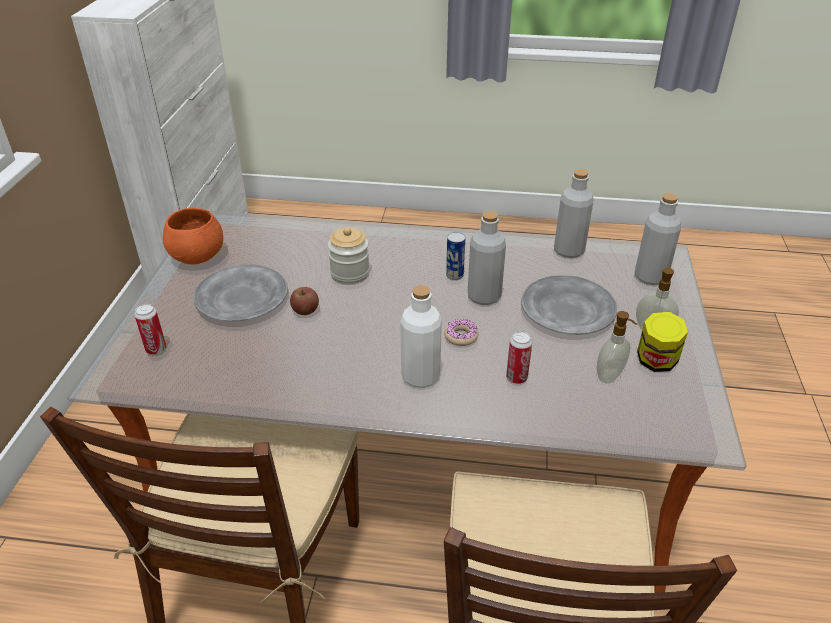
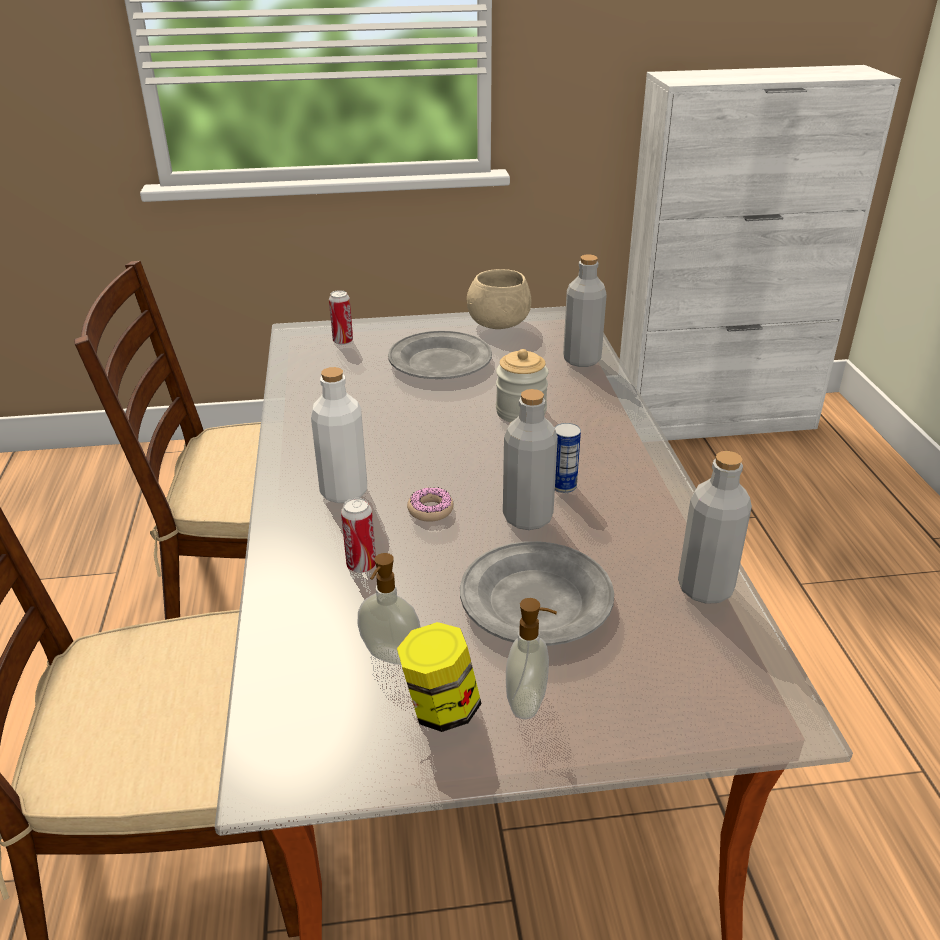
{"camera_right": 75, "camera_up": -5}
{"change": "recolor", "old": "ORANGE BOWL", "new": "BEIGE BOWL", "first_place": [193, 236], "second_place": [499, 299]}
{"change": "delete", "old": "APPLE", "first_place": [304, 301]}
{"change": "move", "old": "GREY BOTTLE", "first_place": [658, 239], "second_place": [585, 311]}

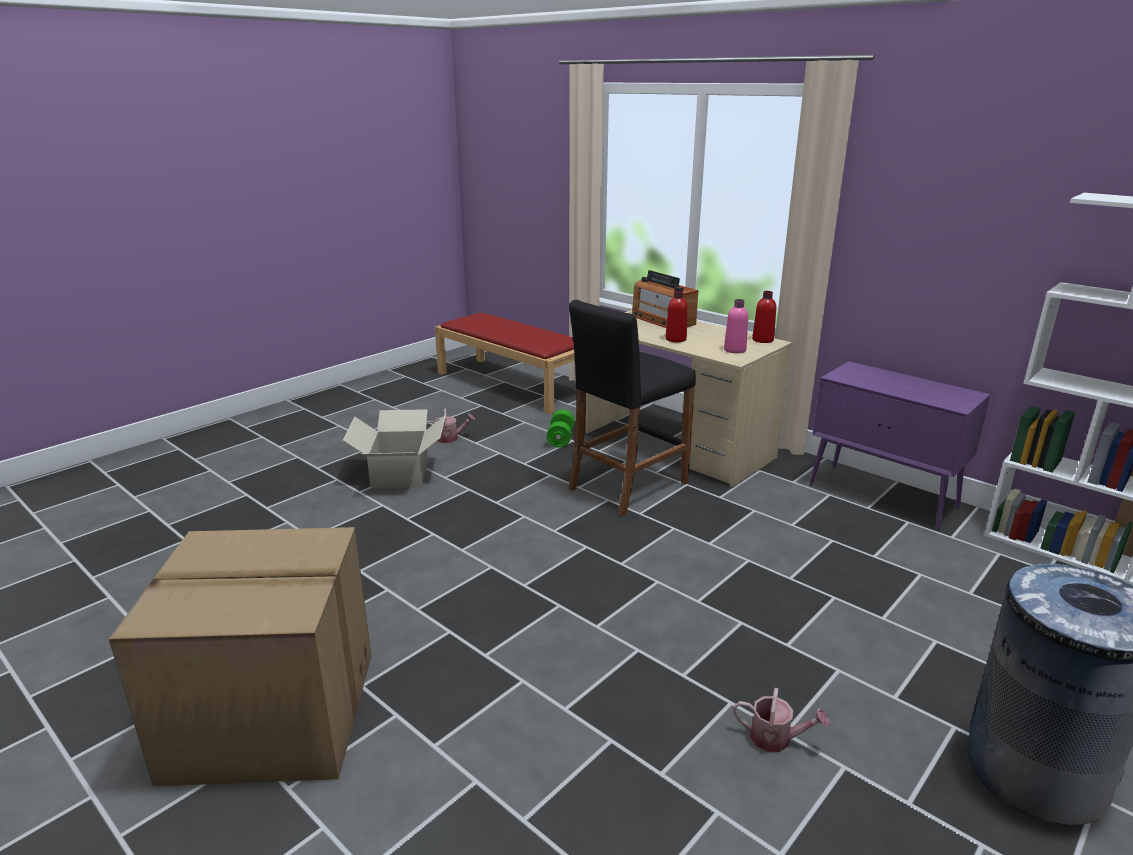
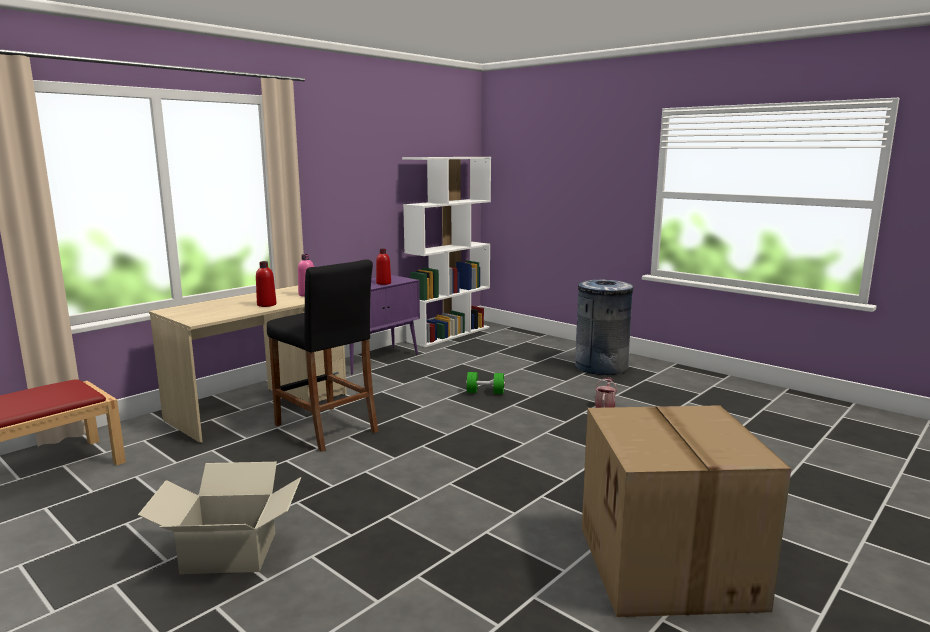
{"camera_right": -90, "camera_up": -10}
{"change": "delete", "old": "WATERING CAN", "first_place": [450, 425]}
{"change": "move", "old": "GREEN DUMBBELL", "first_place": [561, 428], "second_place": [485, 383]}
{"change": "delete", "old": "RADIO", "first_place": [665, 299]}
{"change": "move", "old": "RED BOTTLE", "first_place": [764, 317], "second_place": [383, 267]}

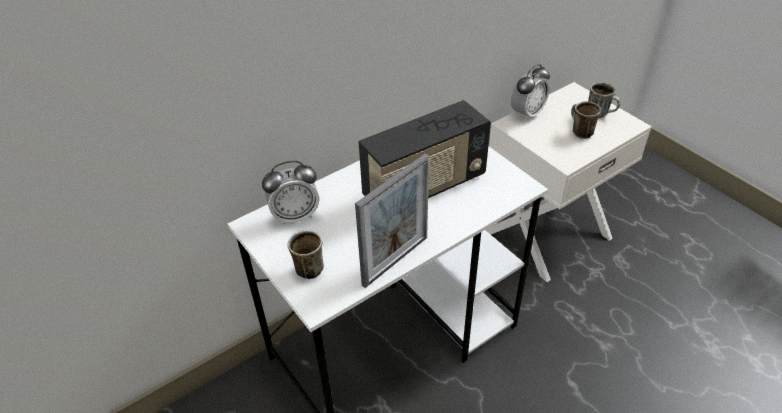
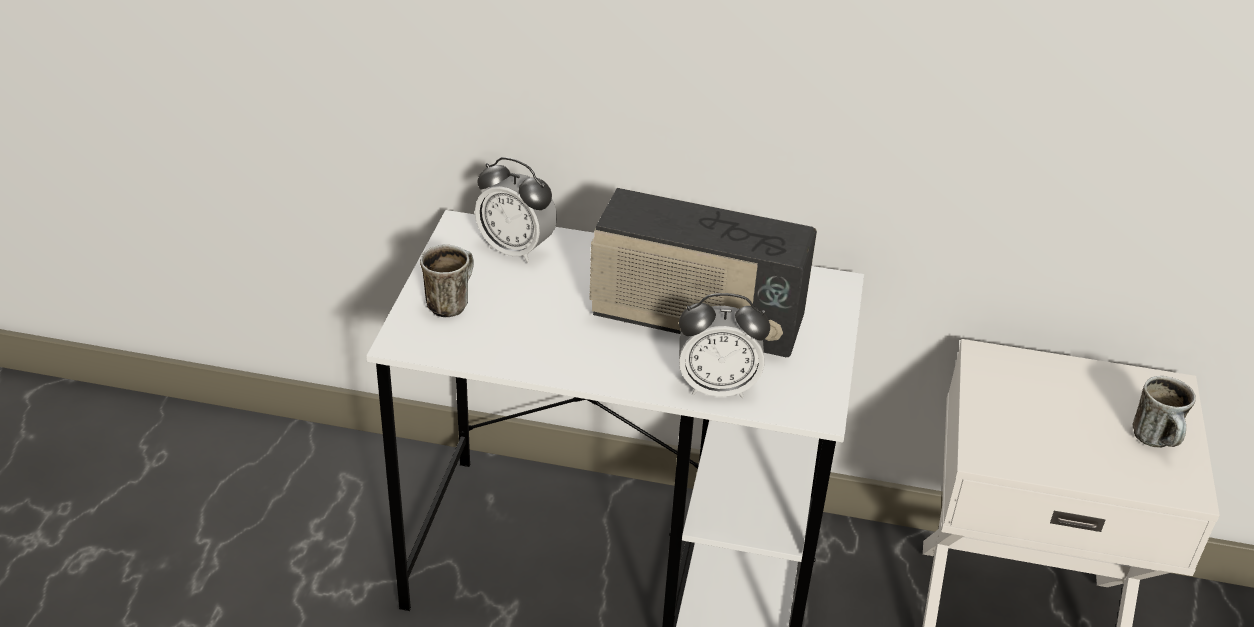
{"camera_right": 45, "camera_up": -5}
{"change": "delete", "old": "PICTURE FRAME", "first_place": [392, 221]}
{"change": "move", "old": "ALARM CLOCK", "first_place": [530, 93], "second_place": [724, 345]}
{"change": "delete", "old": "MUG", "first_place": [586, 120]}

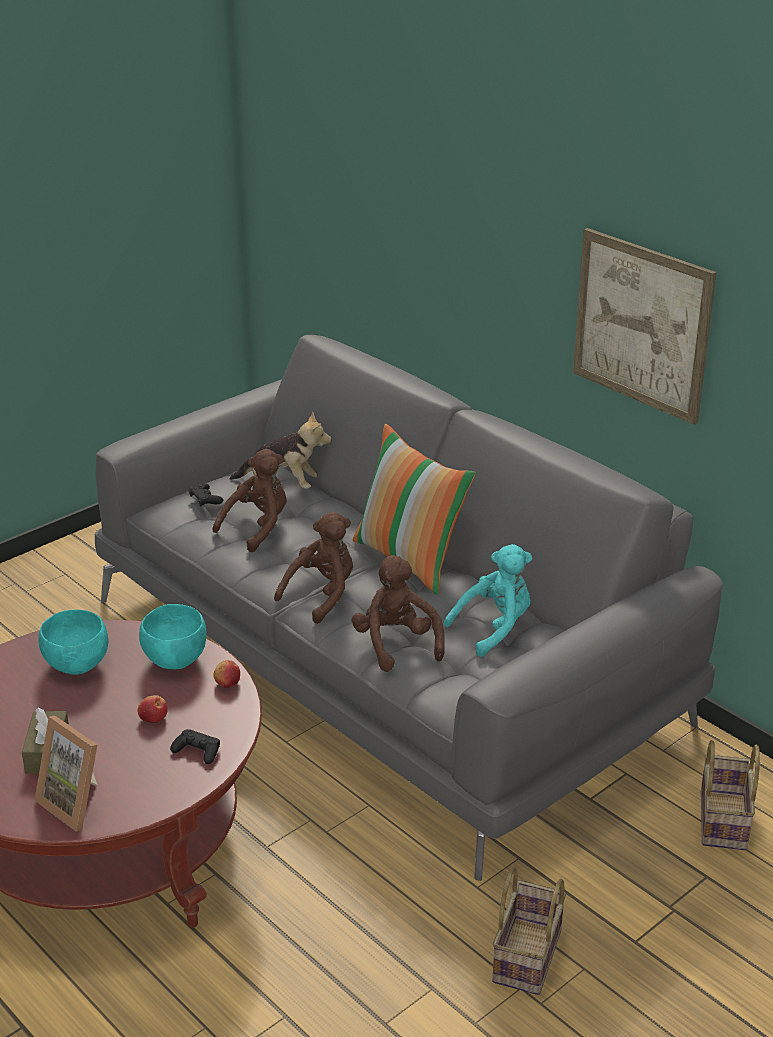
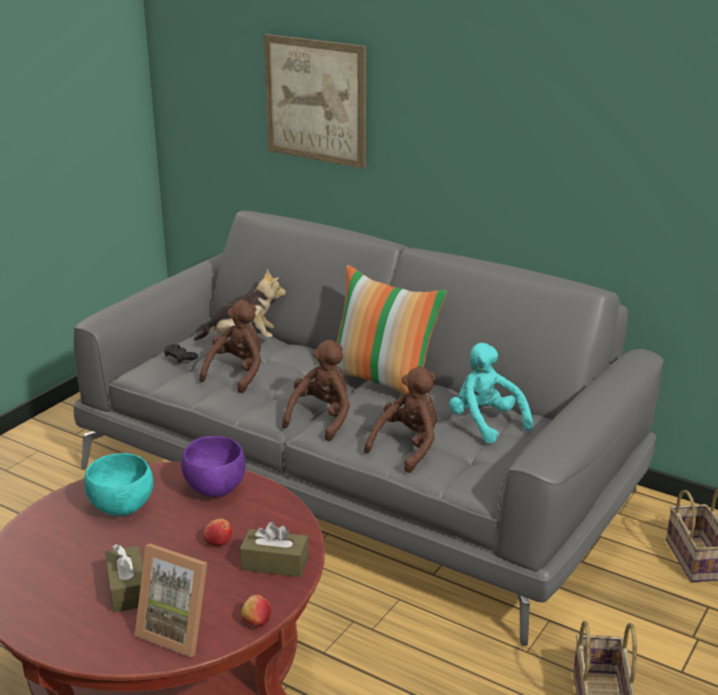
{"camera_right": -15, "camera_up": -5}
{"change": "recolor", "old": "TURQUOISE BOWL", "new": "PURPLE BOWL", "first_place": [173, 636], "second_place": [213, 466]}
{"change": "replace", "old": "BLACK GAME CONTROLLER", "new": "BROWN TISSUE BOX", "first_place": [195, 746], "second_place": [274, 549]}
{"change": "move", "old": "APPLE", "first_place": [226, 674], "second_place": [256, 611]}
{"change": "rotate", "old": "BROWN PLUSH TOY", "first_place": [398, 613], "second_place": [400, 419], "degrees": 75}
{"change": "rotate", "old": "TURQUOISE PLUSH TOY", "first_place": [488, 600], "second_place": [491, 393], "degrees": -75}
{"change": "move", "old": "PICTURE", "first_place": [645, 326], "second_place": [314, 101]}

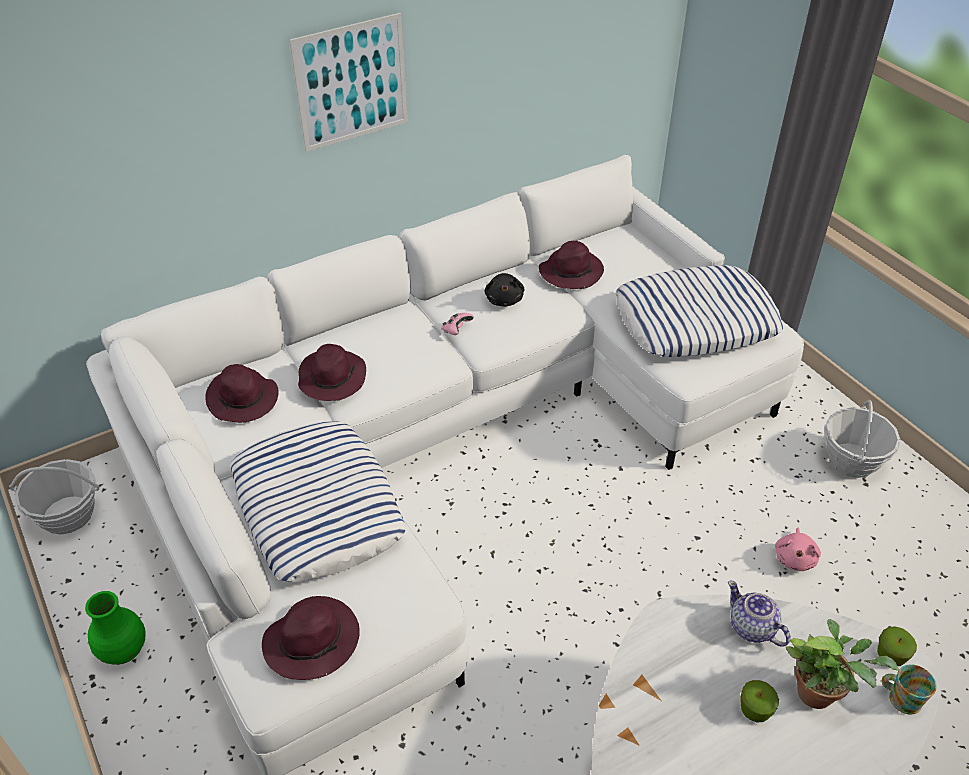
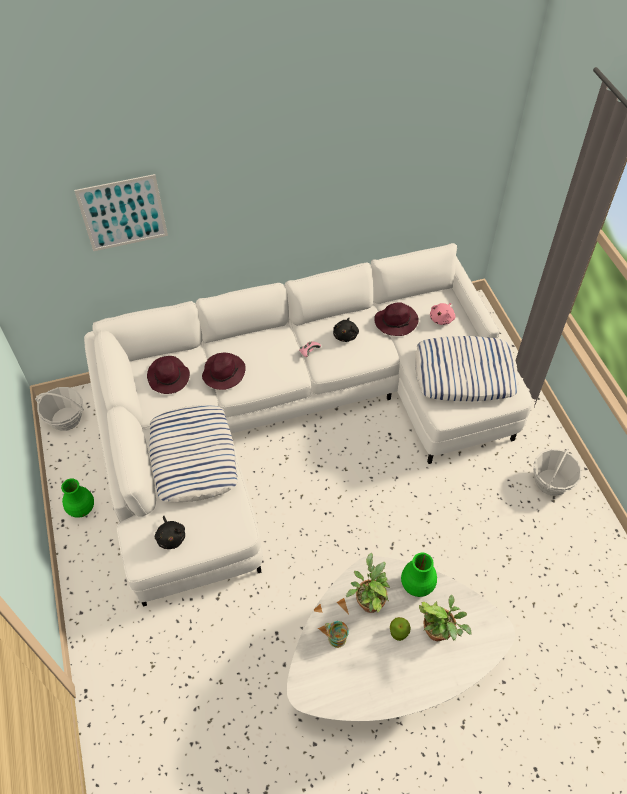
{"camera_right": 15, "camera_up": 10}
{"change": "replace", "old": "PURPLE HAT", "new": "BLACK PLUSH TOY", "first_place": [311, 638], "second_place": [170, 532]}
{"change": "move", "old": "PICTURE", "first_place": [349, 82], "second_place": [121, 212]}
{"change": "replace", "old": "TEAPOT", "new": "GREEN VASE", "first_place": [759, 613], "second_place": [419, 575]}
{"change": "move", "old": "PINK PLUSH TOY", "first_place": [798, 549], "second_place": [443, 314]}
{"change": "delete", "old": "APPLE", "first_place": [897, 646]}
{"change": "move", "old": "MUG", "first_place": [909, 689], "second_place": [337, 634]}
{"change": "insert", "new": "POTTED PLANT", "second_place": [368, 583]}

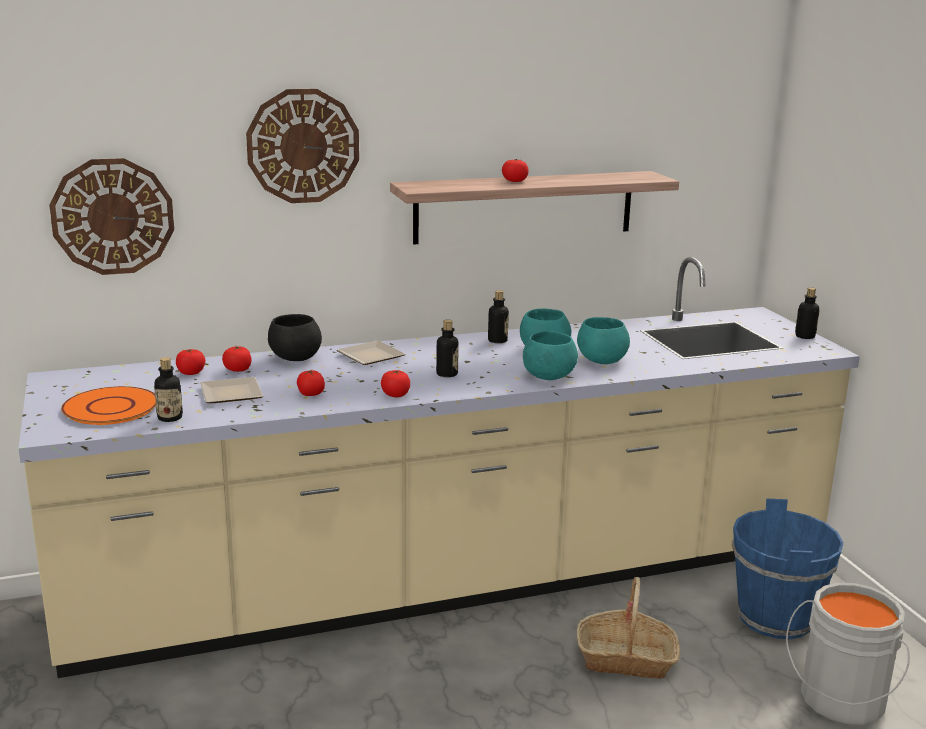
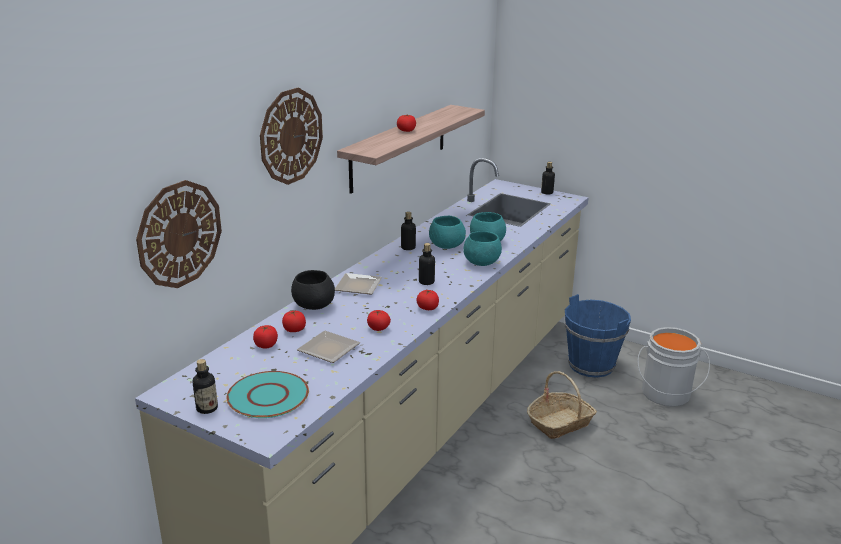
{"camera_right": -40, "camera_up": 5}
{"change": "recolor", "old": "ORANGE PLATE", "new": "TURQUOISE PLATE", "first_place": [108, 405], "second_place": [268, 394]}
{"change": "move", "old": "BOTTLE", "first_place": [168, 389], "second_place": [205, 386]}

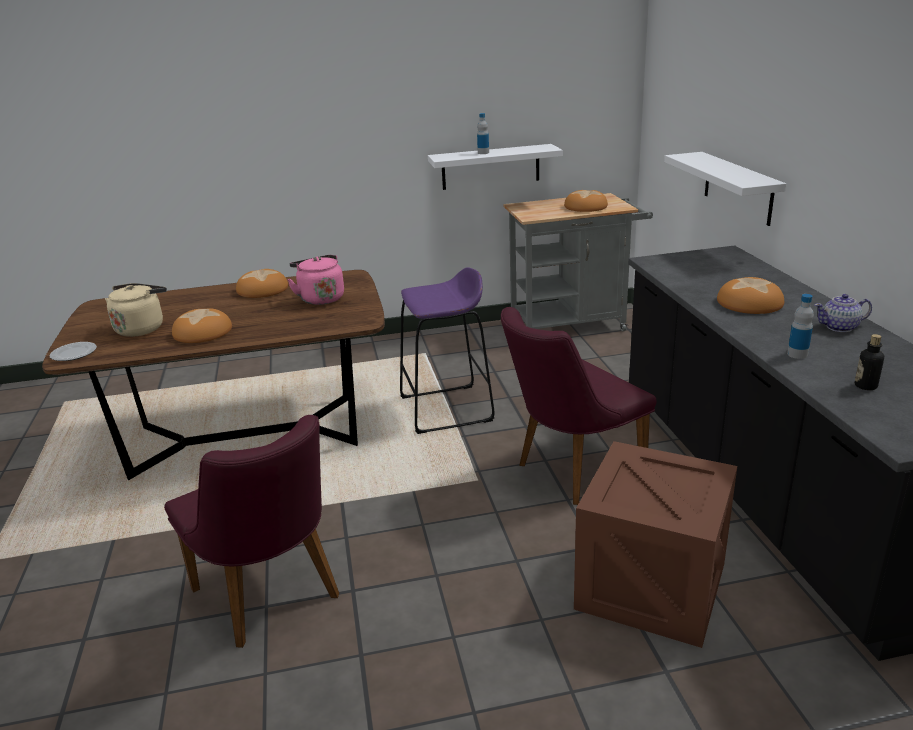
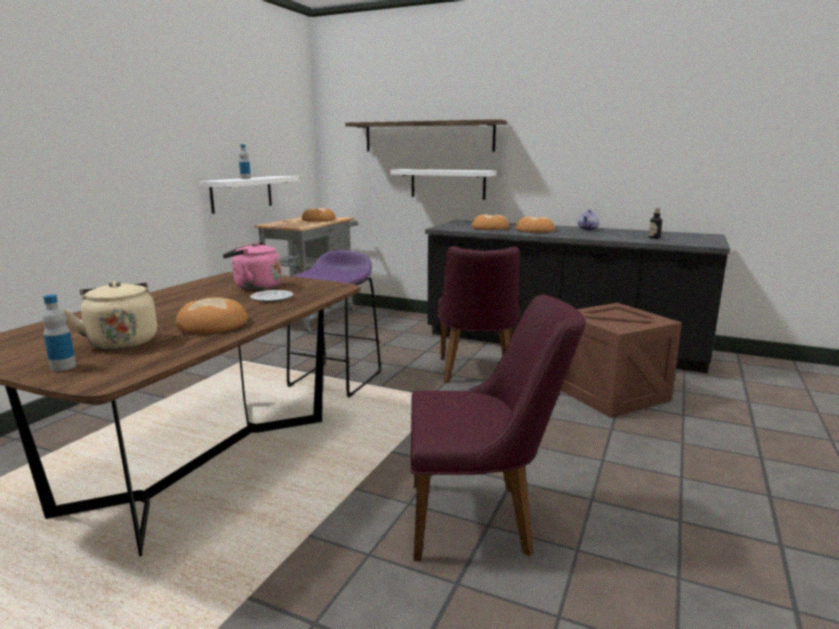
{"camera_right": -55, "camera_up": -10}
{"change": "move", "old": "PLATE", "first_place": [73, 351], "second_place": [271, 296]}
{"change": "move", "old": "BREAD", "first_place": [262, 283], "second_place": [490, 222]}
{"change": "move", "old": "BOTTLE", "first_place": [800, 326], "second_place": [59, 332]}
{"change": "insert", "new": "SHELF", "second_place": [426, 135]}

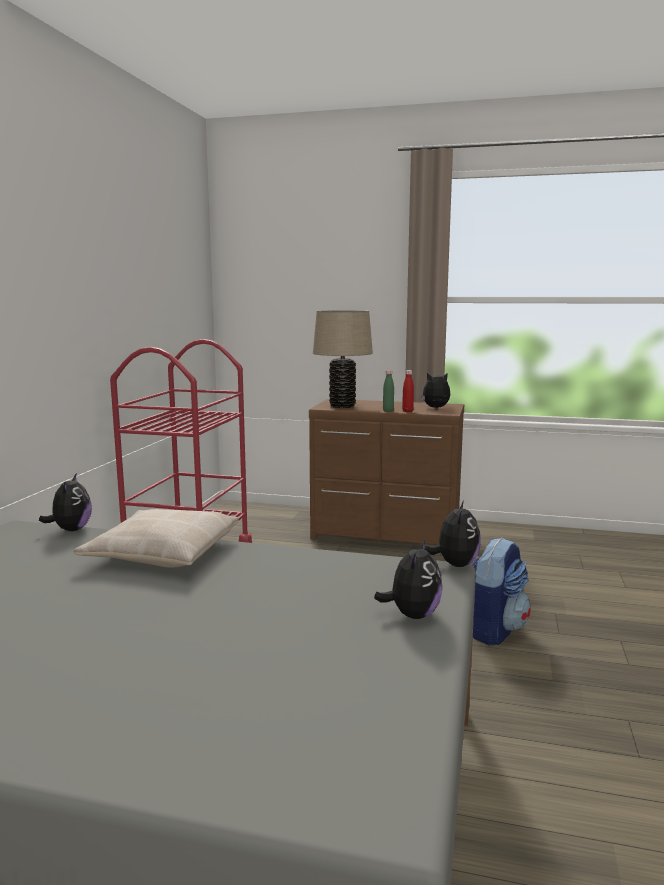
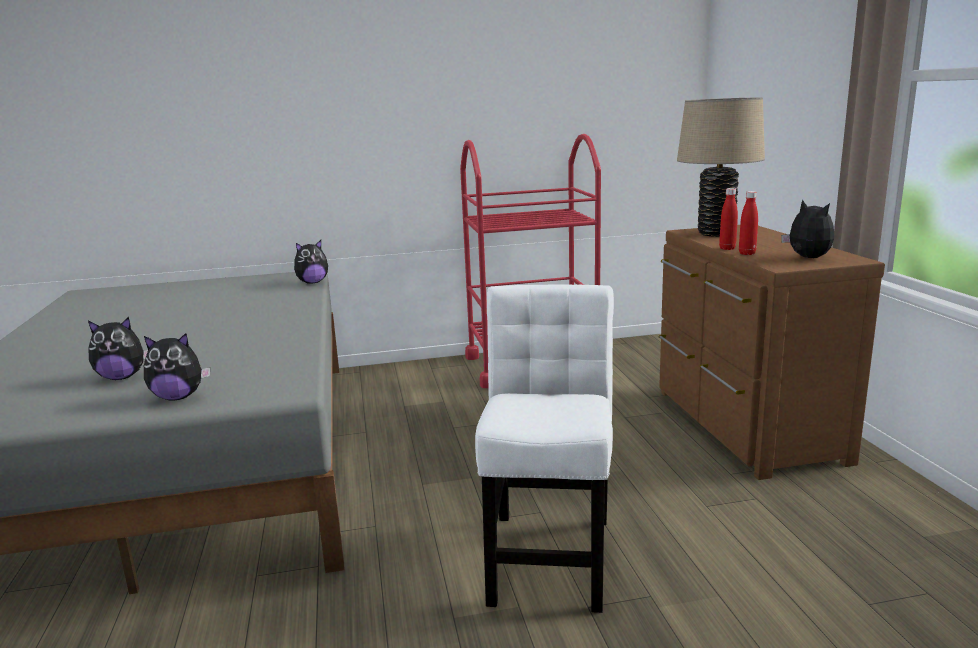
{"camera_right": 65, "camera_up": 5}
{"change": "delete", "old": "BEIGE PILLOW", "first_place": [156, 538]}
{"change": "recolor", "old": "GREEN BOTTLE", "new": "RED BOTTLE", "first_place": [388, 391], "second_place": [728, 219]}
{"change": "move", "old": "PLUSH TOY", "first_place": [452, 533], "second_place": [118, 348]}
{"change": "replace", "old": "BACKPACK", "new": "WHITE CHAIR", "first_place": [501, 591], "second_place": [544, 449]}

